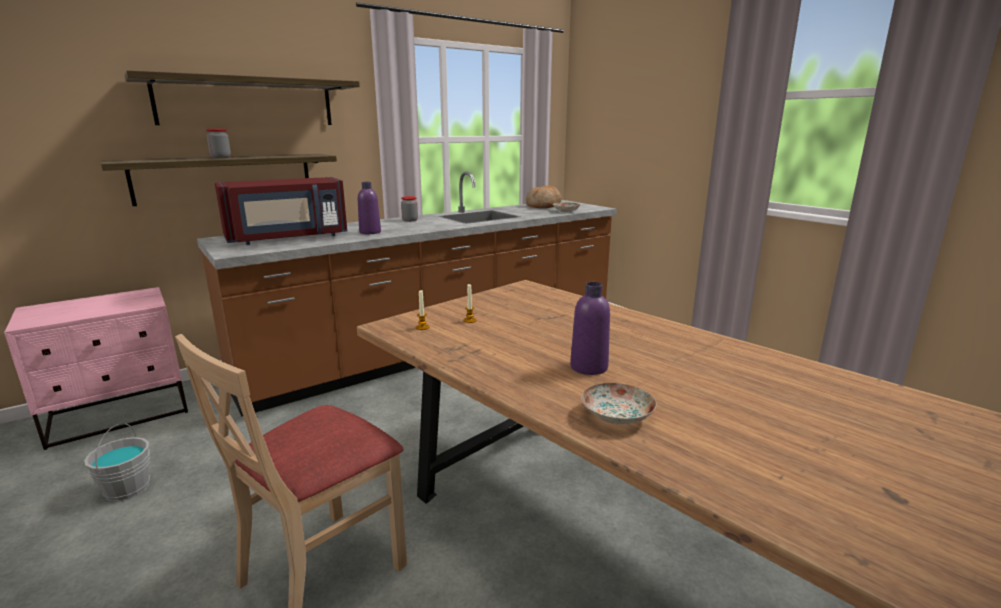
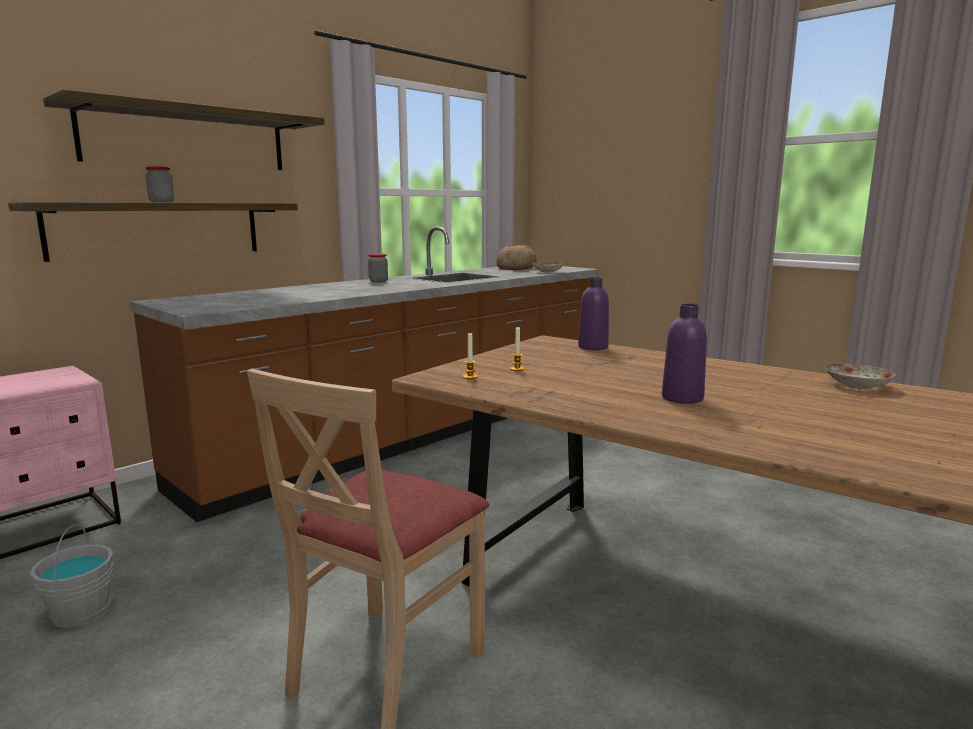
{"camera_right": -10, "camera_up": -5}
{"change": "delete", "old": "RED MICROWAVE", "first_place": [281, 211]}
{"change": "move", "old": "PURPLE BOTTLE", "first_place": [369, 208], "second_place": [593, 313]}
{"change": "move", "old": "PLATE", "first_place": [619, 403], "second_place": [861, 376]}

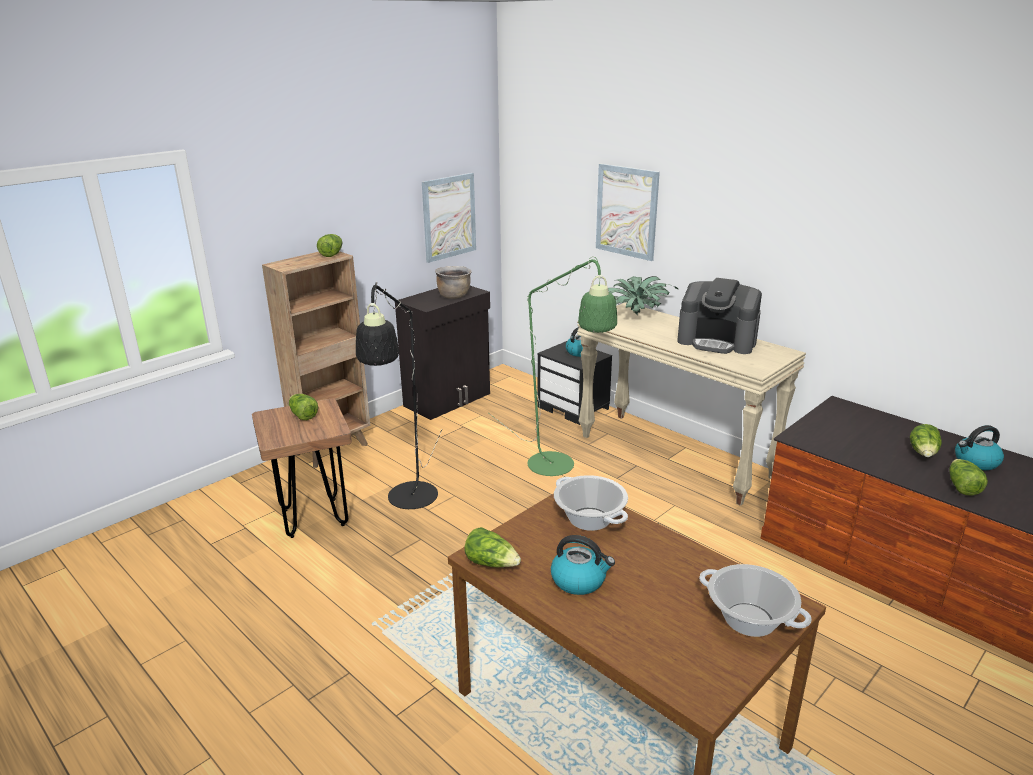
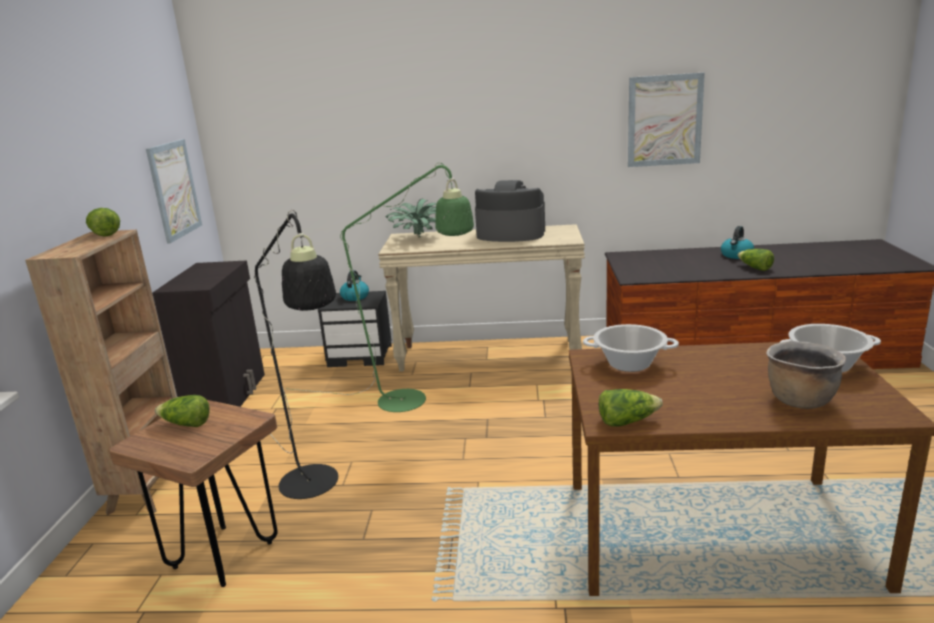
{"camera_right": -40, "camera_up": -5}
{"change": "move", "old": "BROWN COOKING POT", "first_place": [453, 282], "second_place": [806, 375]}
{"change": "delete", "old": "KETTLE", "first_place": [583, 565]}
{"change": "move", "old": "PICTURE", "first_place": [628, 212], "second_place": [666, 119]}
{"change": "rotate", "old": "COFFEE MACHINE", "first_place": [719, 316], "second_place": [510, 211], "degrees": -150}
{"change": "delete", "old": "LETTUCE", "first_place": [926, 440]}

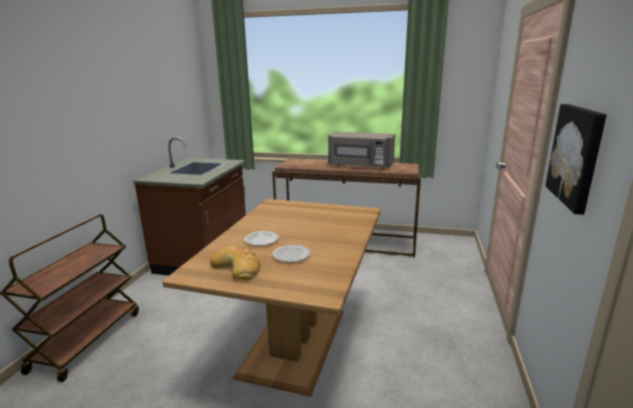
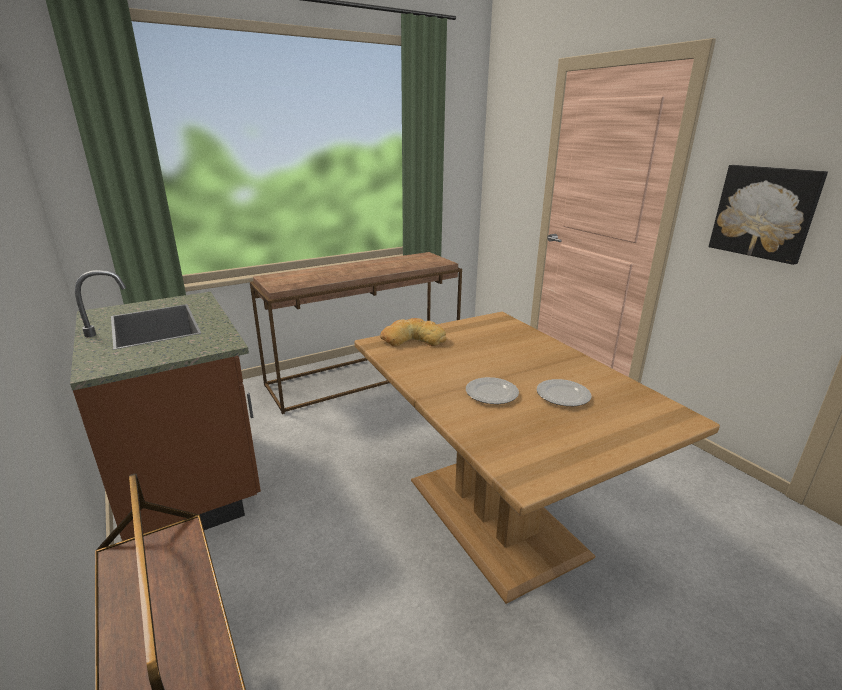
{"camera_right": -45, "camera_up": 5}
{"change": "move", "old": "BREAD", "first_place": [235, 263], "second_place": [413, 332]}
{"change": "delete", "old": "GREY MICROWAVE", "first_place": [361, 150]}

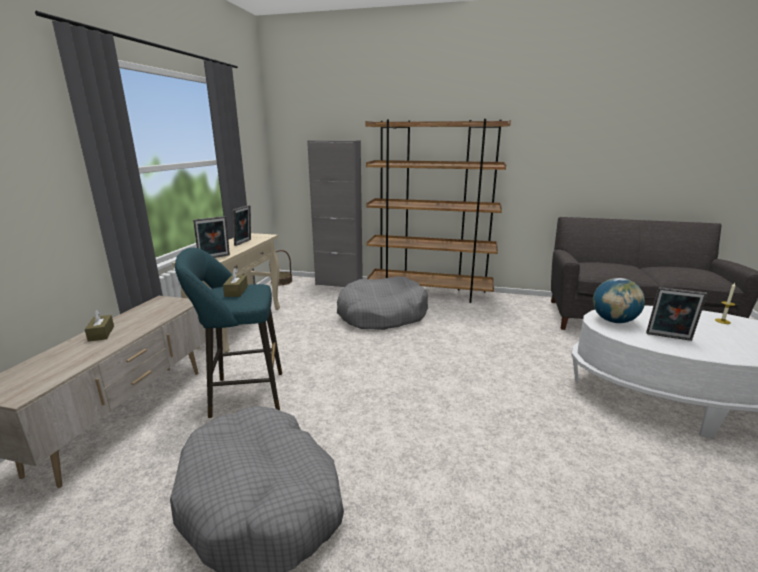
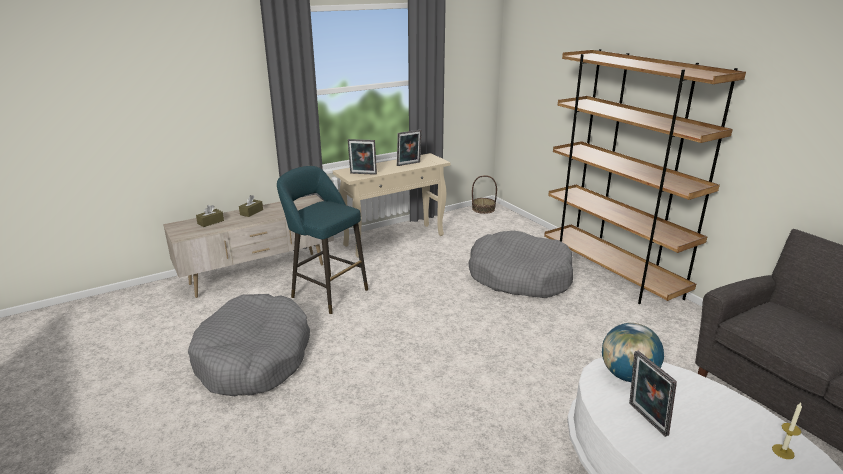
{"camera_right": 45, "camera_up": 5}
{"change": "move", "old": "BROWN TISSUE BOX", "first_place": [235, 282], "second_place": [210, 216]}
{"change": "delete", "old": "GREY CABINET", "first_place": [335, 213]}

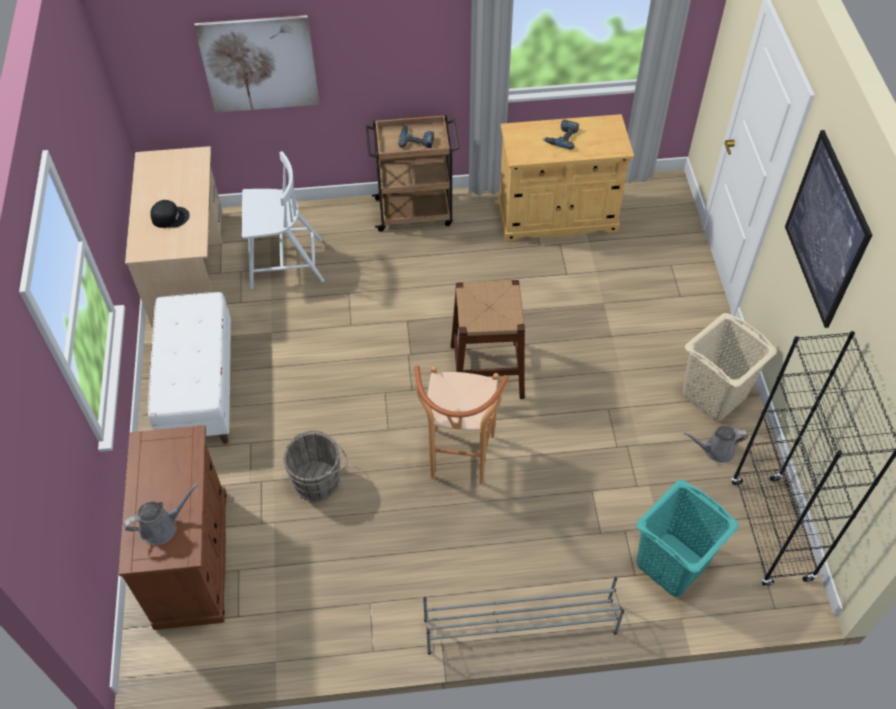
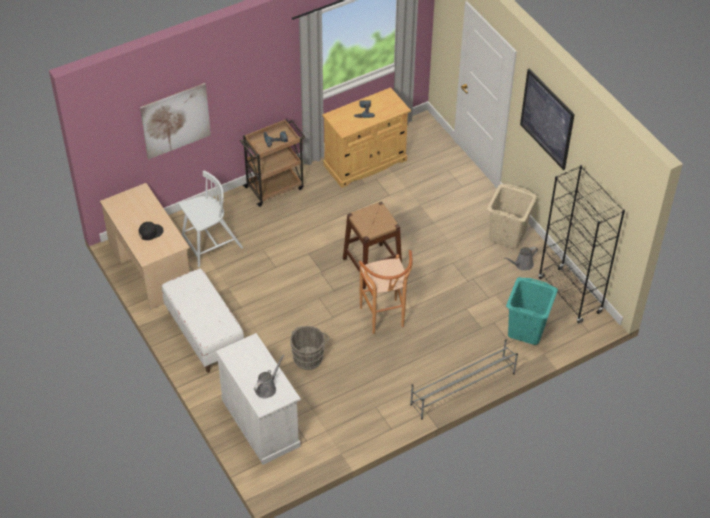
{"camera_right": -25, "camera_up": -5}
{"change": "recolor", "old": "BROWN CABINET", "new": "WHITE CABINET", "first_place": [173, 527], "second_place": [258, 399]}

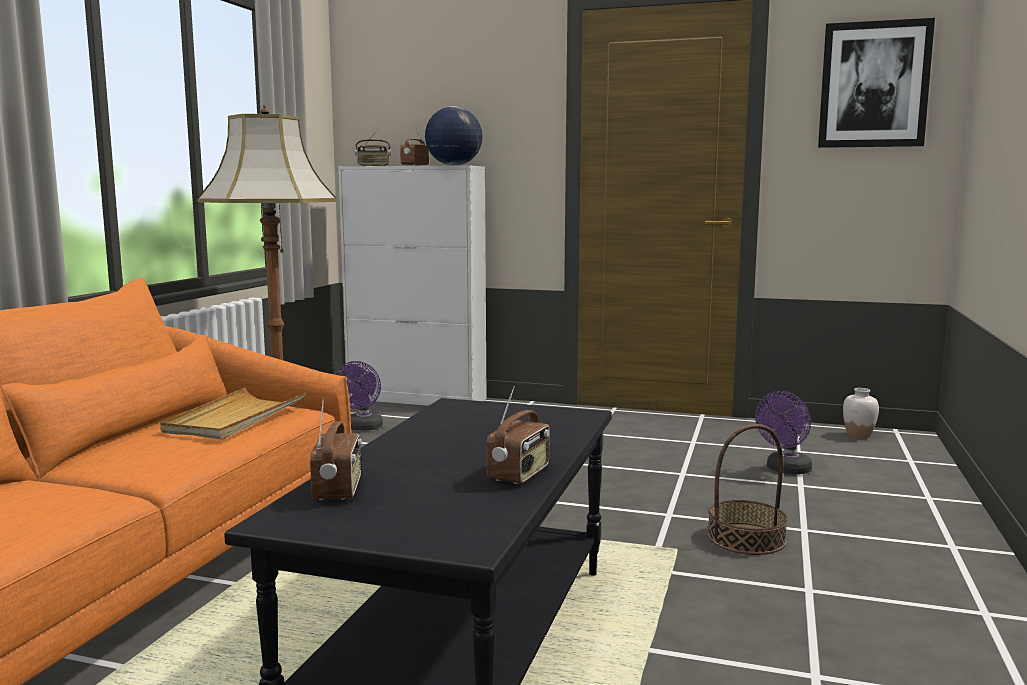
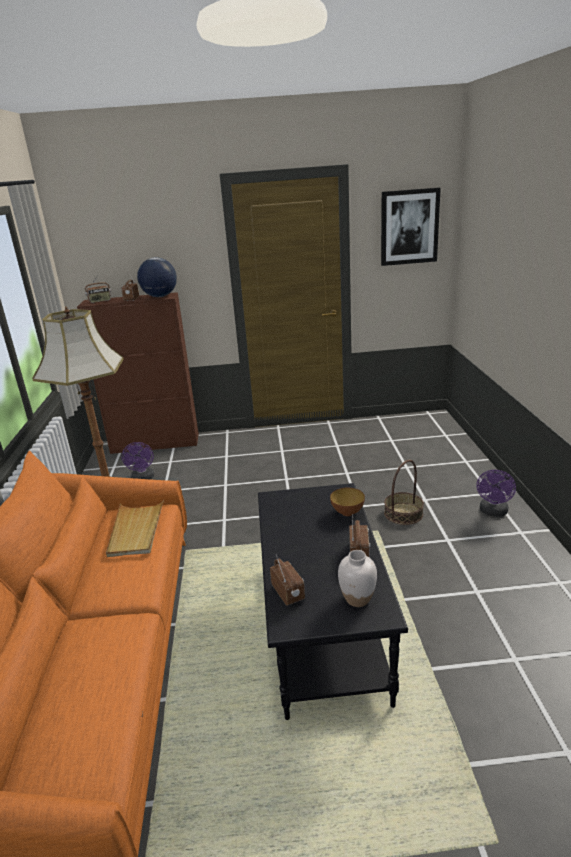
{"camera_right": -20, "camera_up": 15}
{"change": "recolor", "old": "WHITE CABINET", "new": "BROWN CABINET", "first_place": [412, 285], "second_place": [138, 373]}
{"change": "move", "old": "PURPLE FAN", "first_place": [783, 433], "second_place": [496, 493]}
{"change": "move", "old": "WHITE VASE", "first_place": [861, 413], "second_place": [357, 578]}
{"change": "insert", "new": "BOWL", "second_place": [347, 502]}

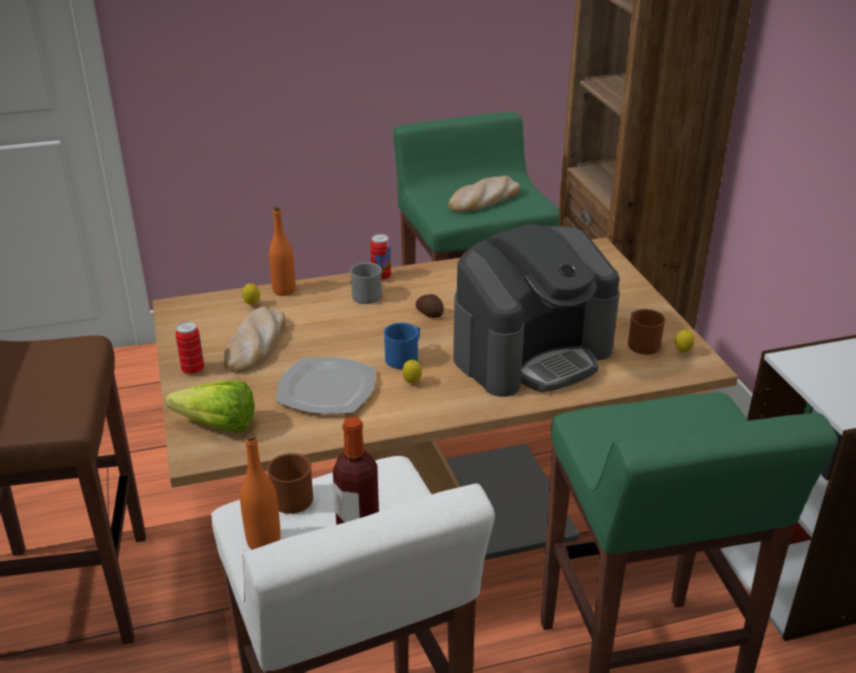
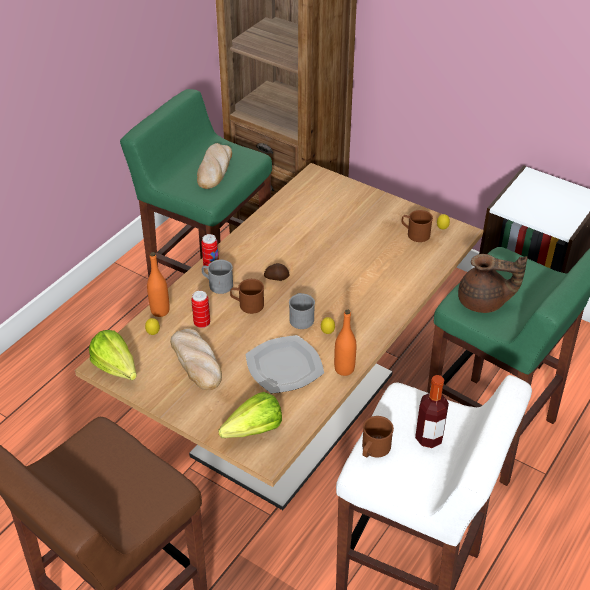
{"camera_right": -40, "camera_up": 10}
{"change": "move", "old": "CAN", "first_place": [189, 348], "second_place": [200, 309]}
{"change": "move", "old": "ORANGE BOTTLE", "first_place": [260, 491], "second_place": [345, 343]}
{"change": "recolor", "old": "BLUE MUG", "new": "GREY MUG", "first_place": [402, 345], "second_place": [302, 311]}
{"change": "delete", "old": "COFFEE MACHINE", "first_place": [536, 310]}
{"change": "insert", "new": "LETTUCE", "second_place": [113, 355]}
{"change": "insert", "new": "BROWN MUG", "second_place": [247, 296]}
{"change": "insert", "new": "BROWN TEAPOT", "second_place": [492, 283]}

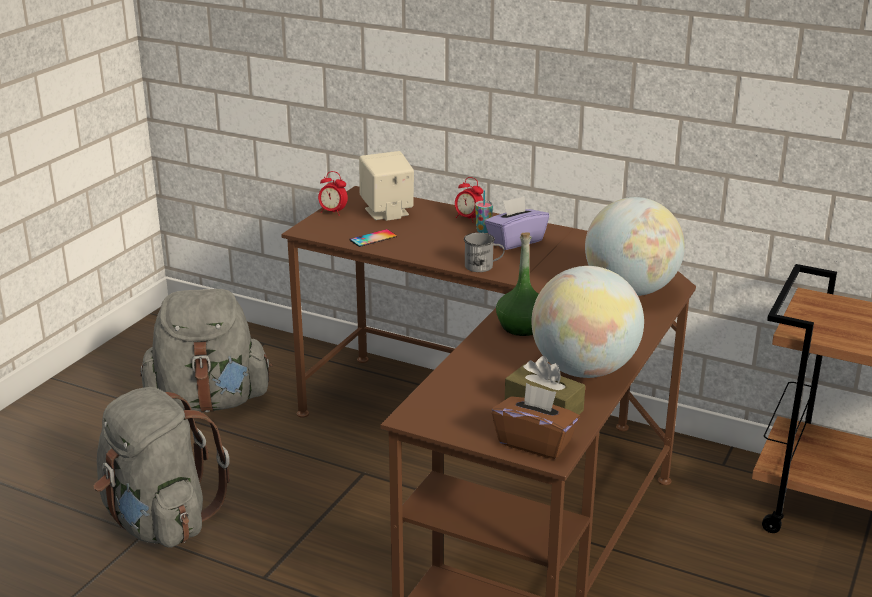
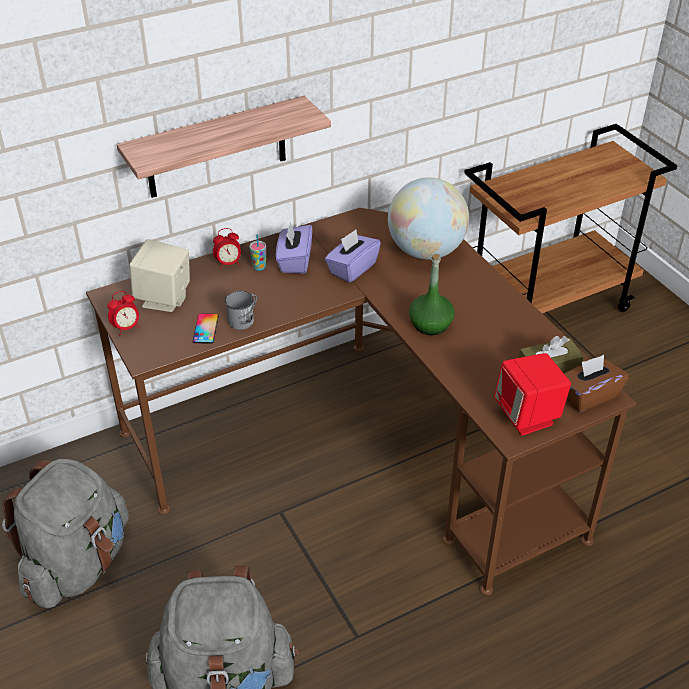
{"camera_right": -55, "camera_up": 15}
{"change": "move", "old": "GREY MUG", "first_place": [484, 252], "second_place": [241, 310]}
{"change": "delete", "old": "GLOBE", "first_place": [588, 322]}
{"change": "insert", "new": "SHELF", "second_place": [224, 147]}
{"change": "insert", "new": "PURPLE TISSUE BOX", "second_place": [353, 256]}
{"change": "insert", "new": "RED SPEAKER", "second_place": [532, 394]}

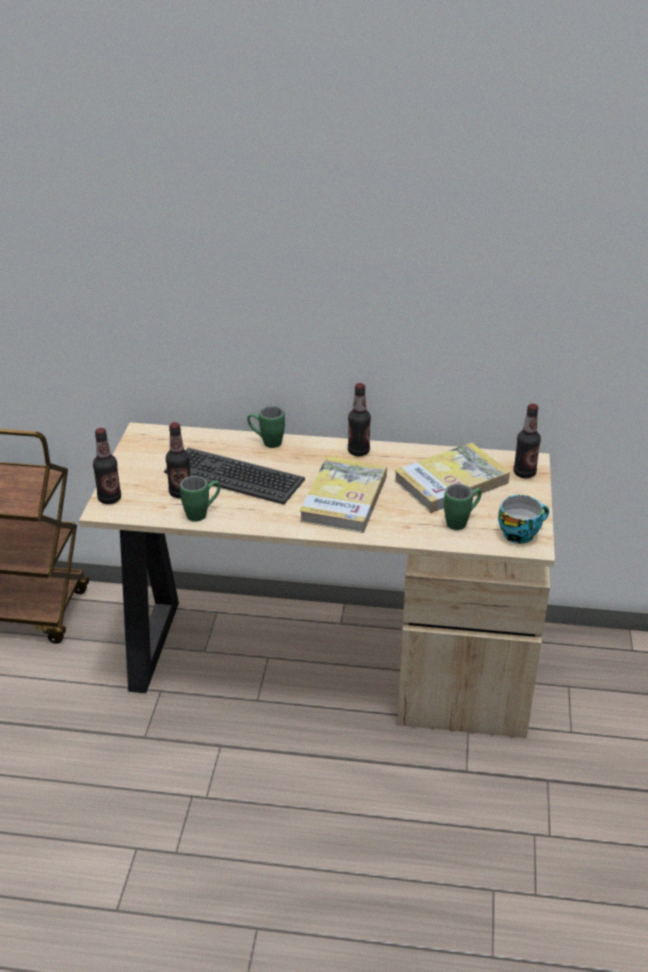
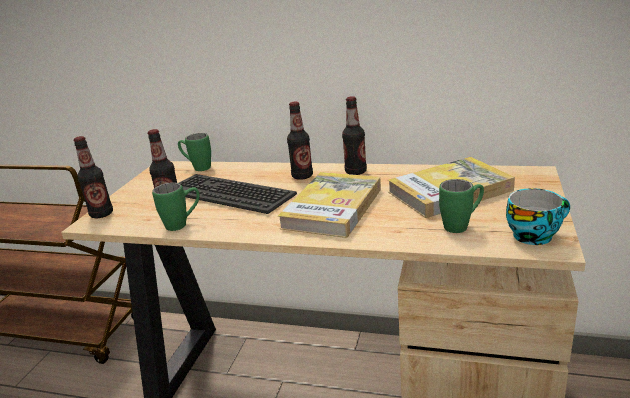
{"camera_right": 10, "camera_up": -10}
{"change": "move", "old": "GREEN MUG", "first_place": [266, 427], "second_place": [194, 152]}
{"change": "move", "old": "BOTTLE", "first_place": [527, 441], "second_place": [300, 141]}

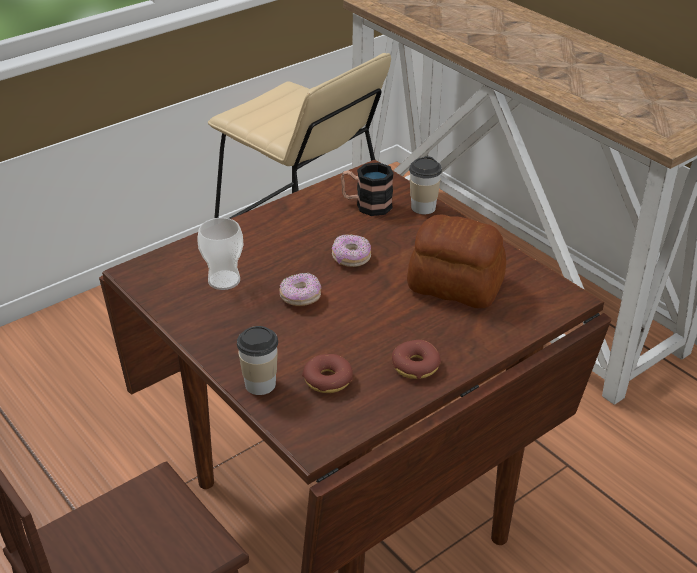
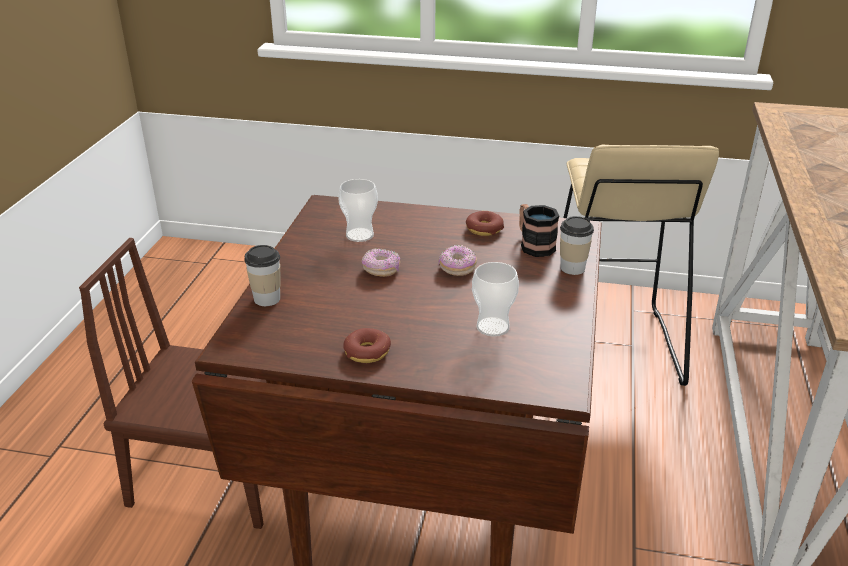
{"camera_right": 50, "camera_up": -5}
{"change": "move", "old": "DONUT", "first_place": [327, 373], "second_place": [485, 223]}
{"change": "replace", "old": "BREAD", "new": "CUP", "first_place": [456, 261], "second_place": [495, 299]}

